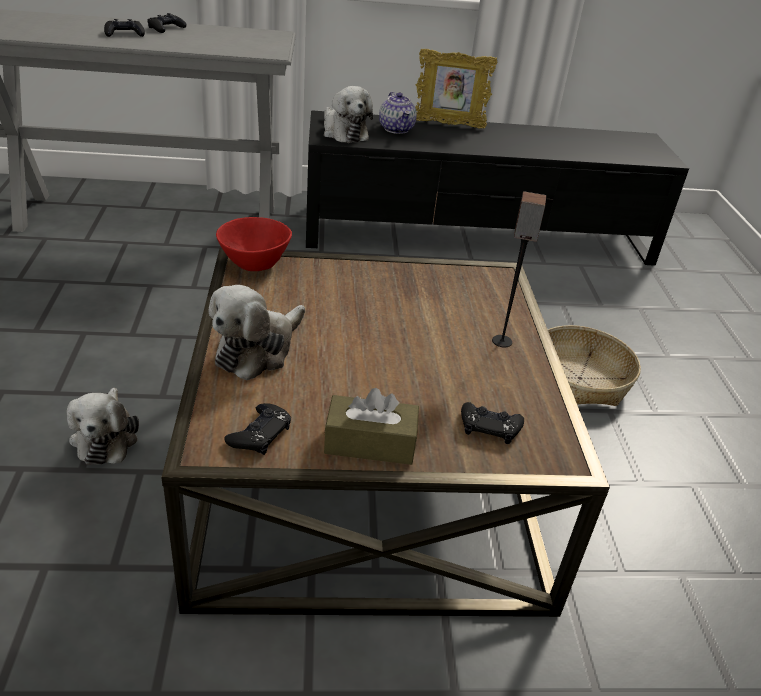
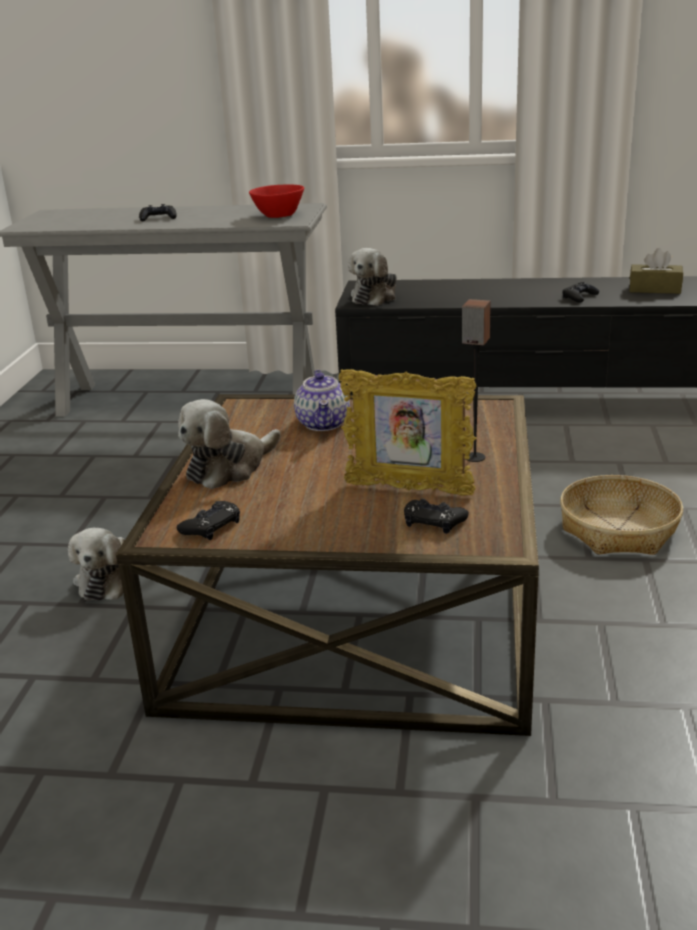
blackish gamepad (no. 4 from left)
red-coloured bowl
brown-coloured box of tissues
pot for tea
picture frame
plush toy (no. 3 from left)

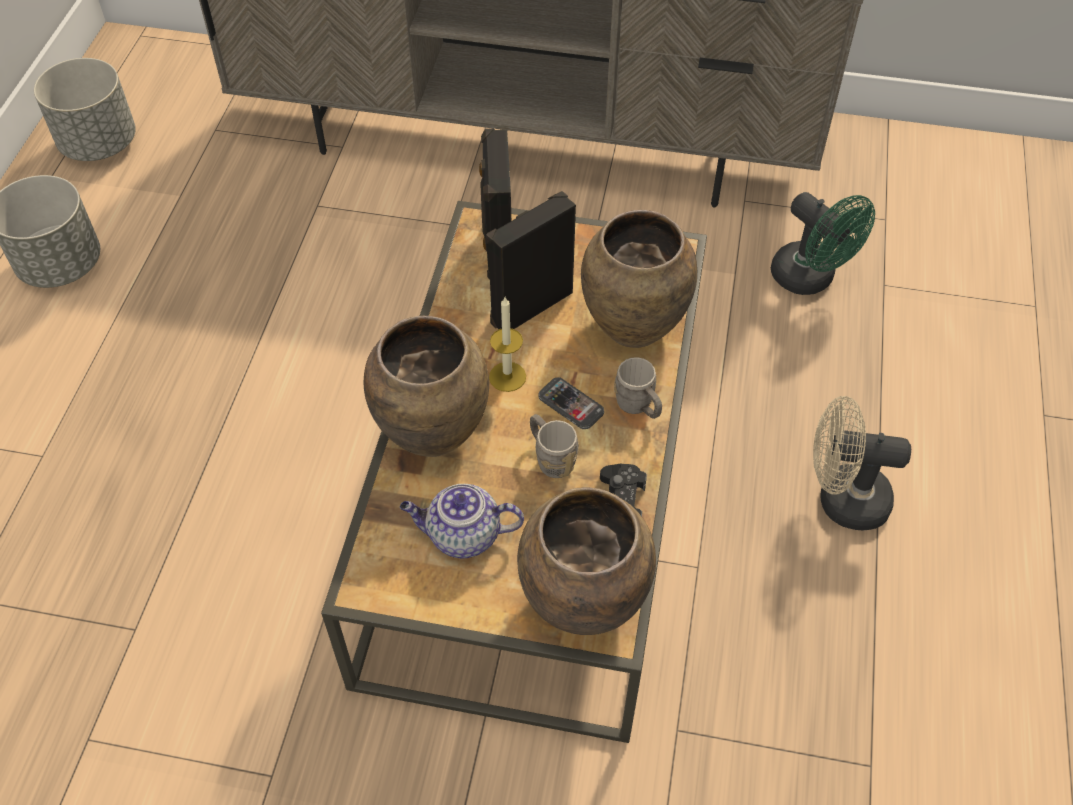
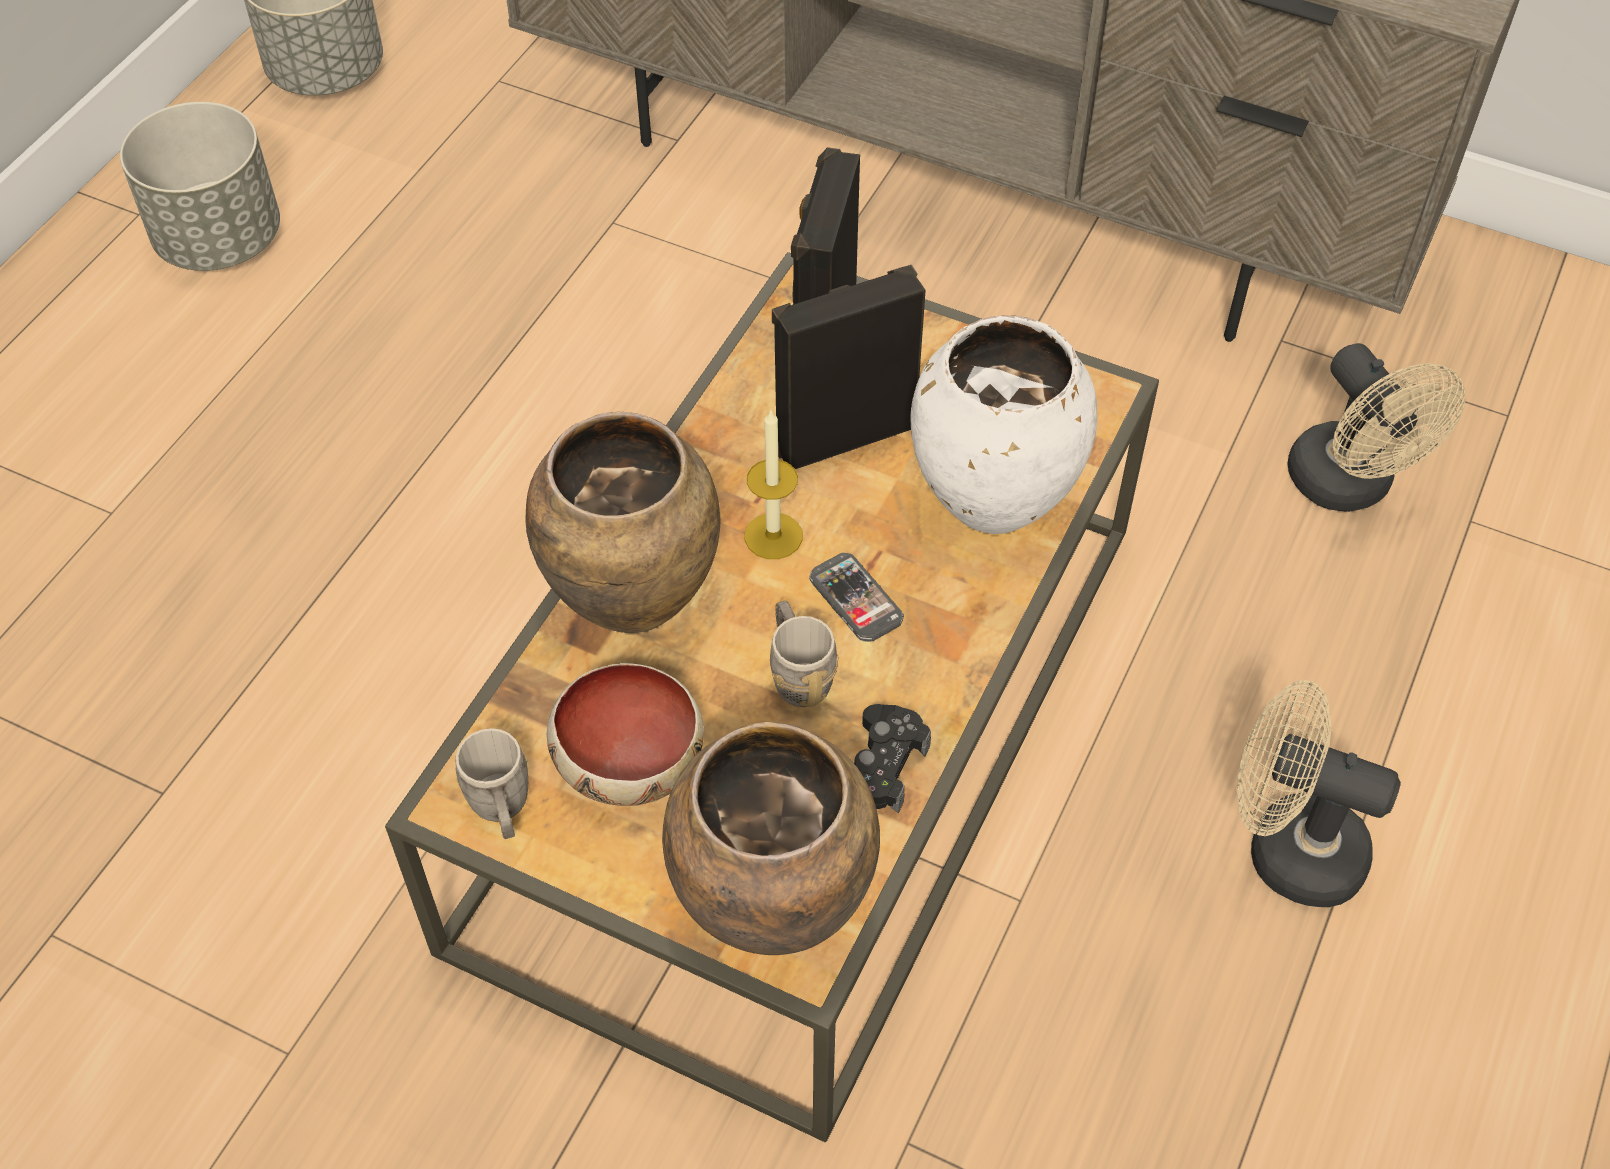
grey coffee mug (no. 1 from left)
bowl
whitish decorative vase
beige-coloured electric fan (no. 2 from left)

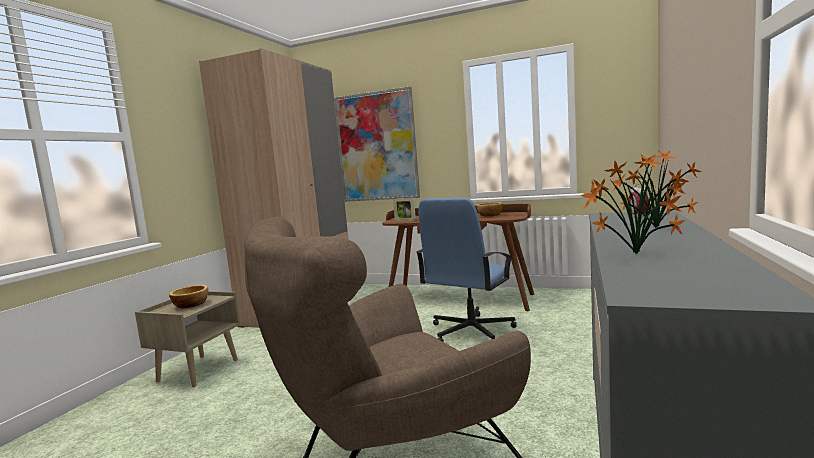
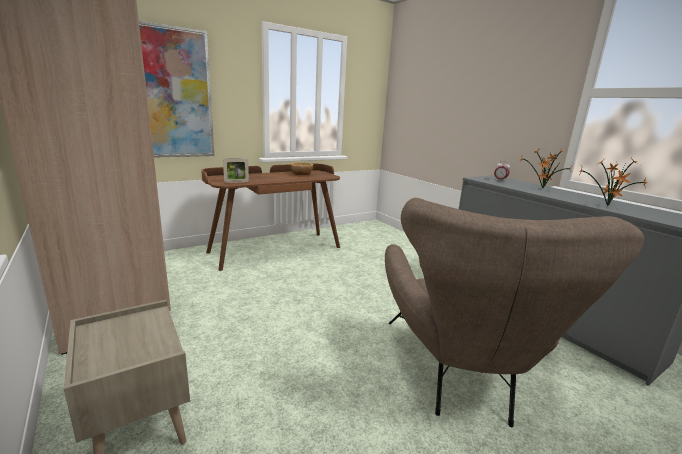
bowl (no. 1 from left in the first image)
bluish desk chair

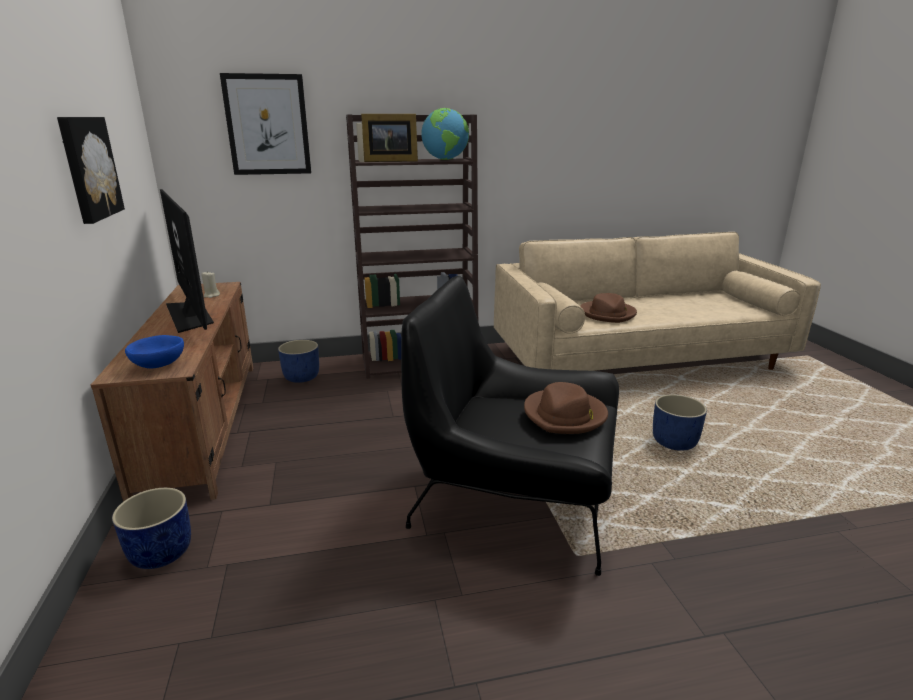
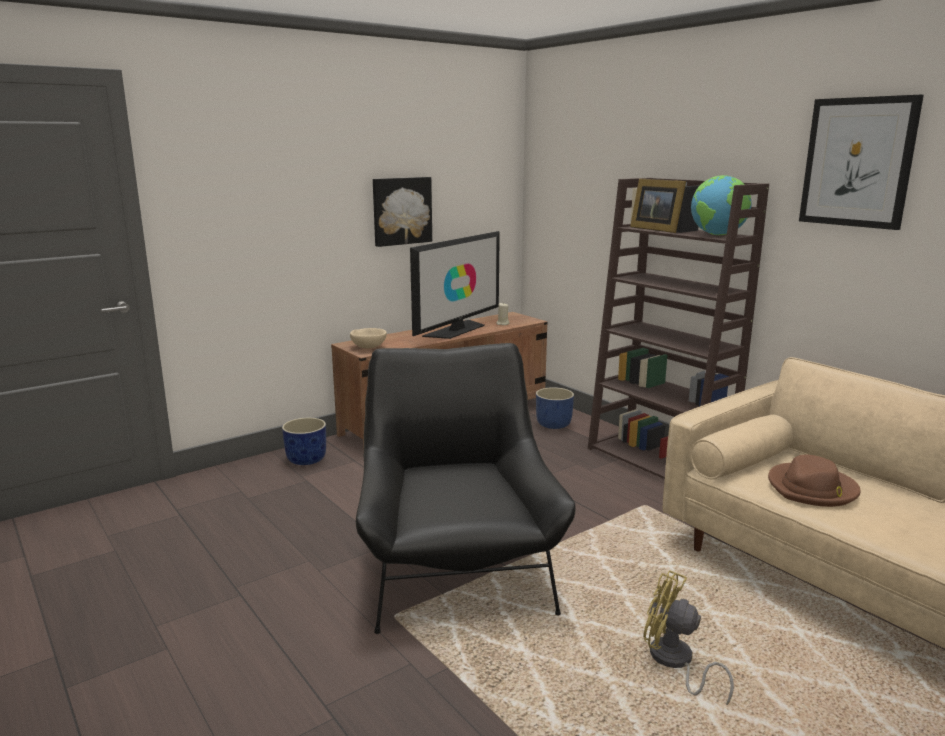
brown-coloured wearable hat (no. 1 from left in the first image)
wall picture (no. 2 from left)
yellow electric fan
beige-coloured bowl

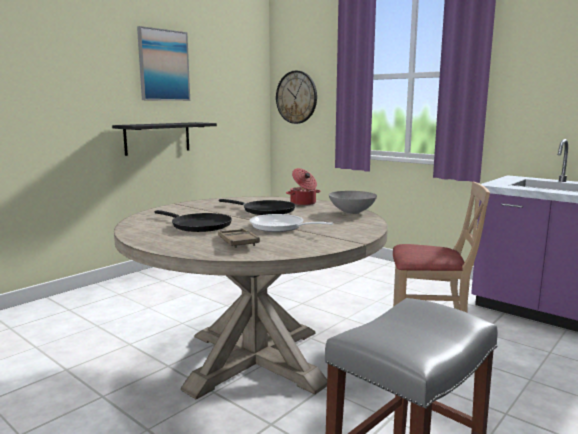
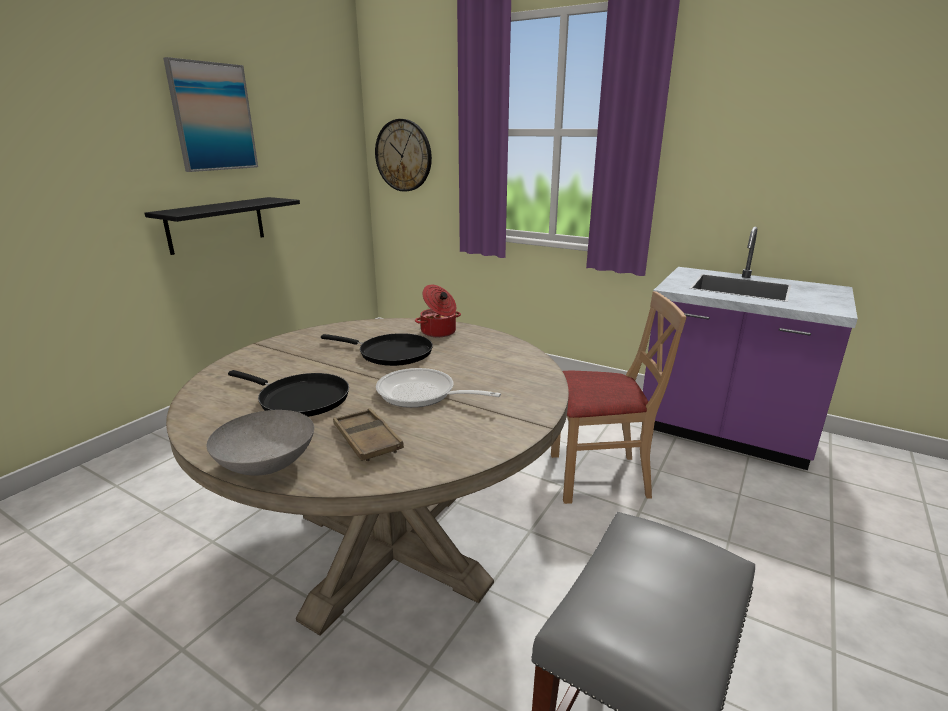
grey bowl

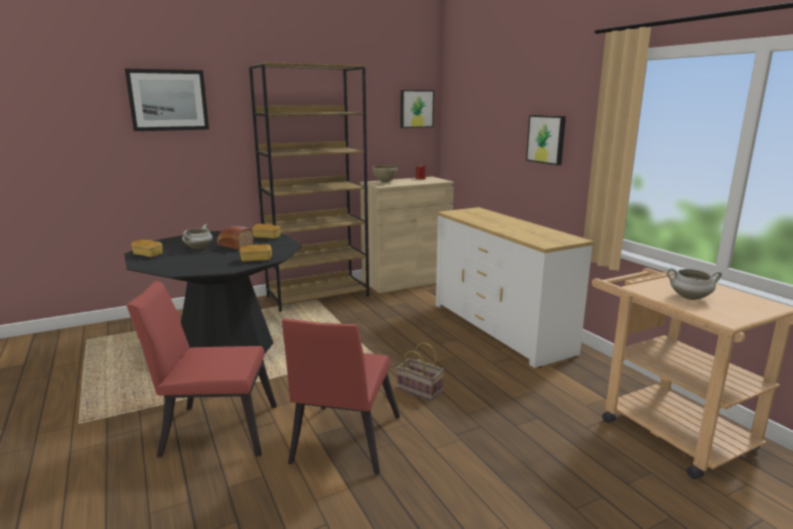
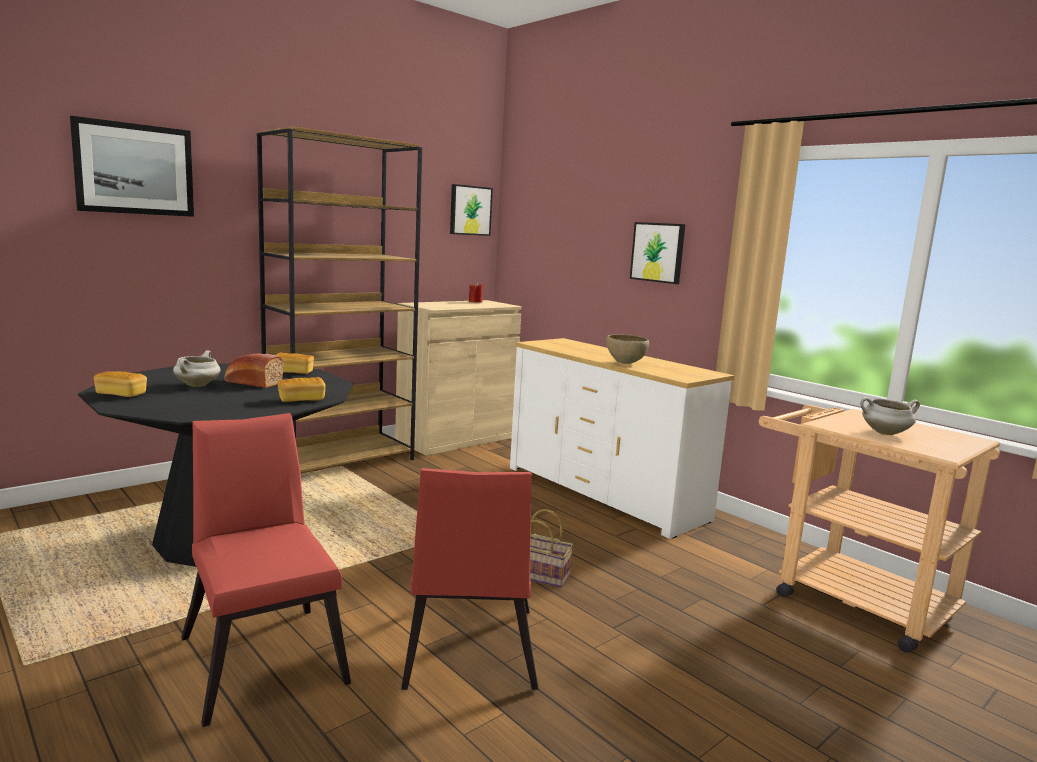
brown-coloured bowl
red-coloured chair (no. 1 from left)

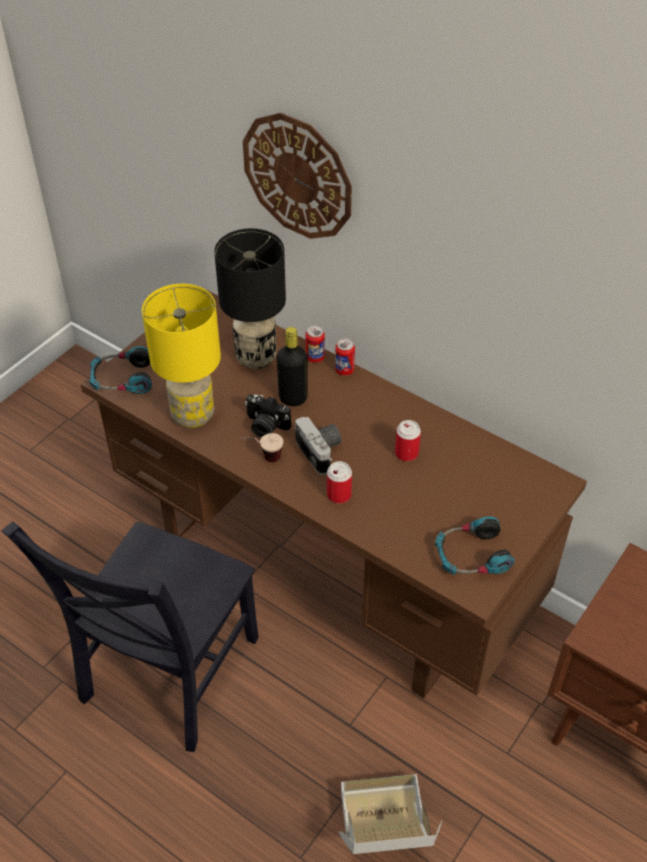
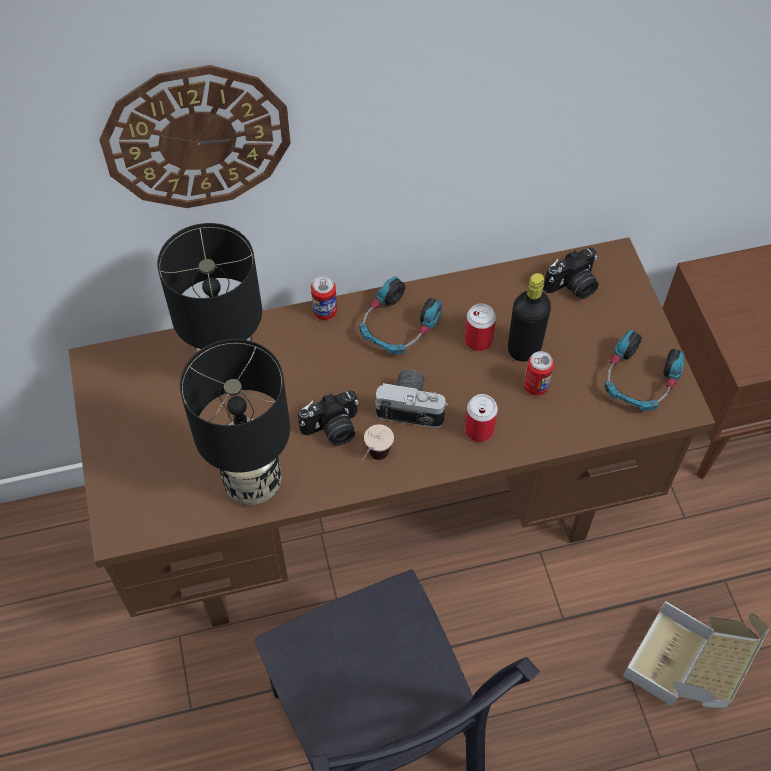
photo camera (no. 3 from left)
headphones (no. 1 from left)
blackish bottle
metal can (no. 4 from left)
blackish lamp for a table (no. 2 from left)

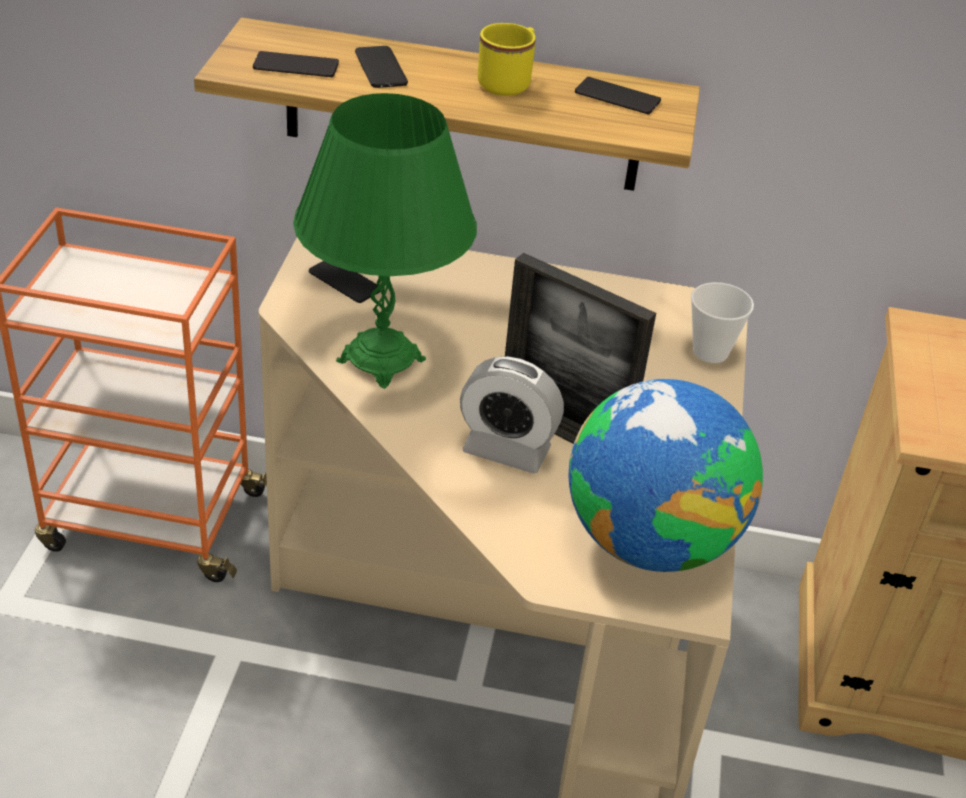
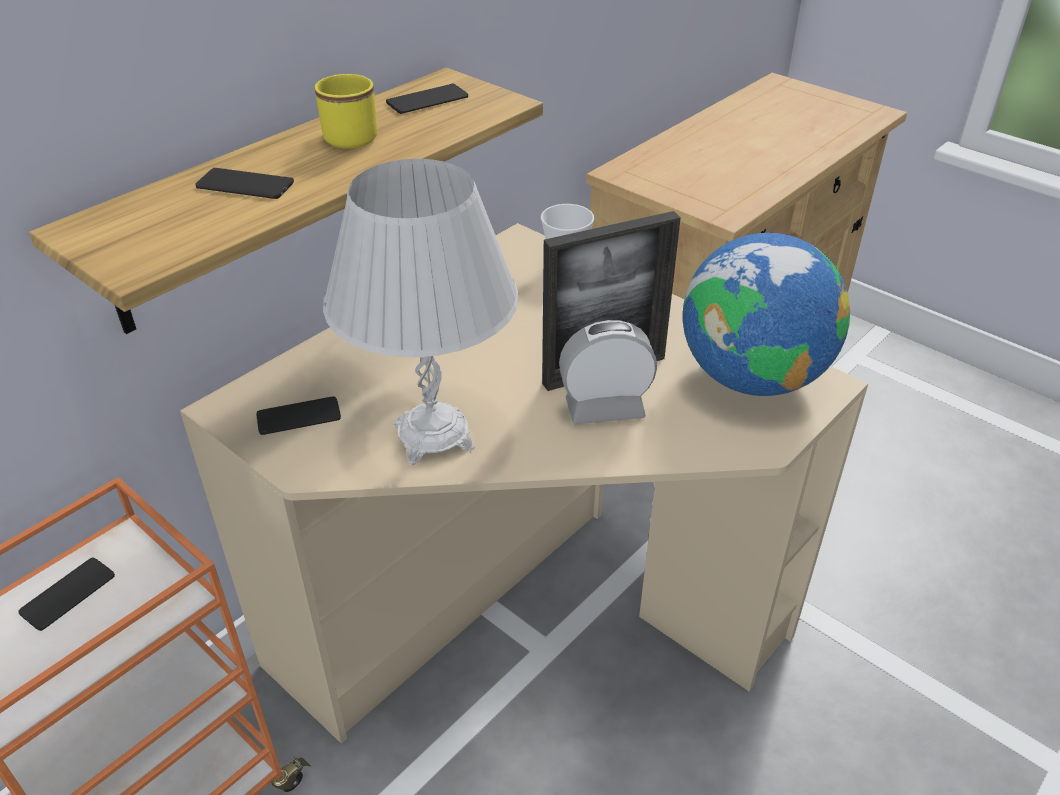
telephone (no. 1 from left)
whitish lamp for a table
bedside clock

